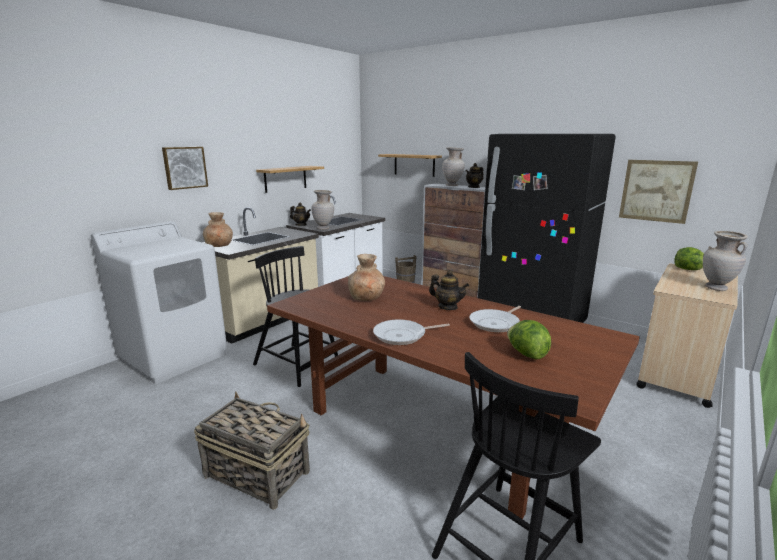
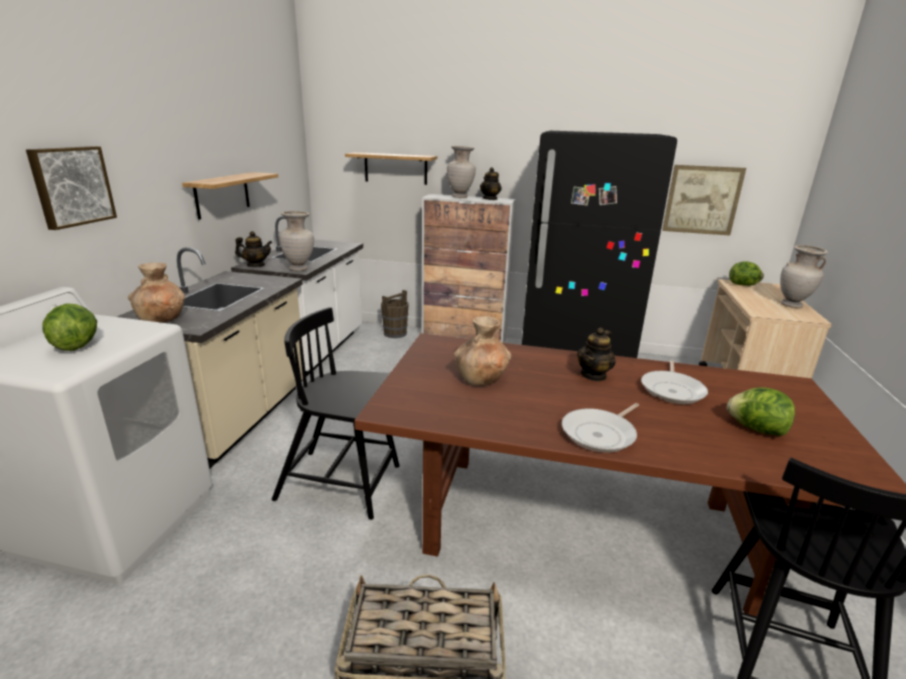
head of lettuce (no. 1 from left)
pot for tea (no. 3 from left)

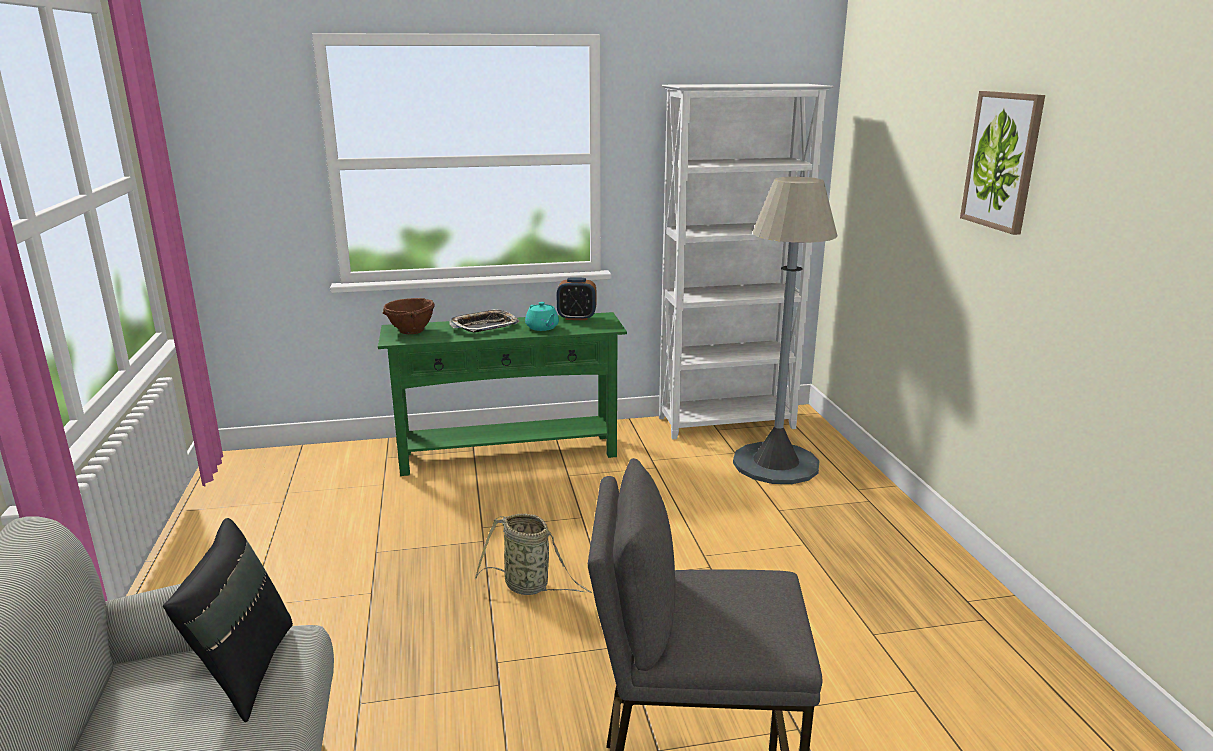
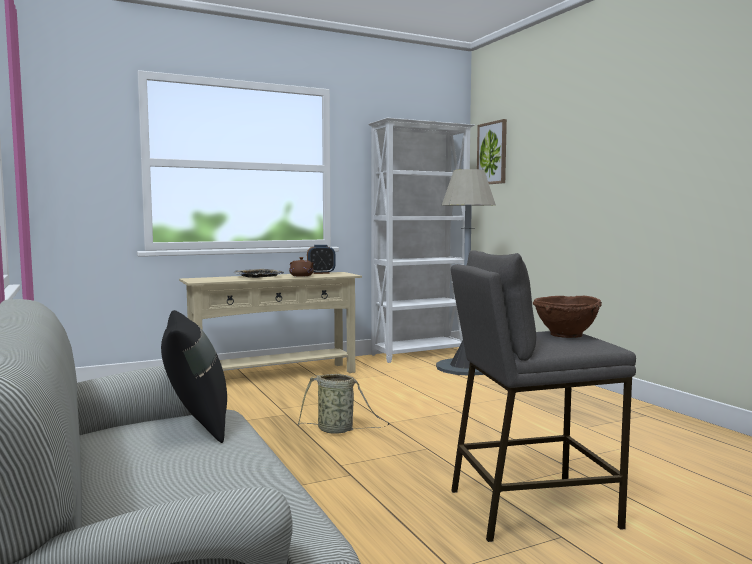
brown-coloured bowl
wall picture
beige-coloured console table
brown-coloured pot for tea

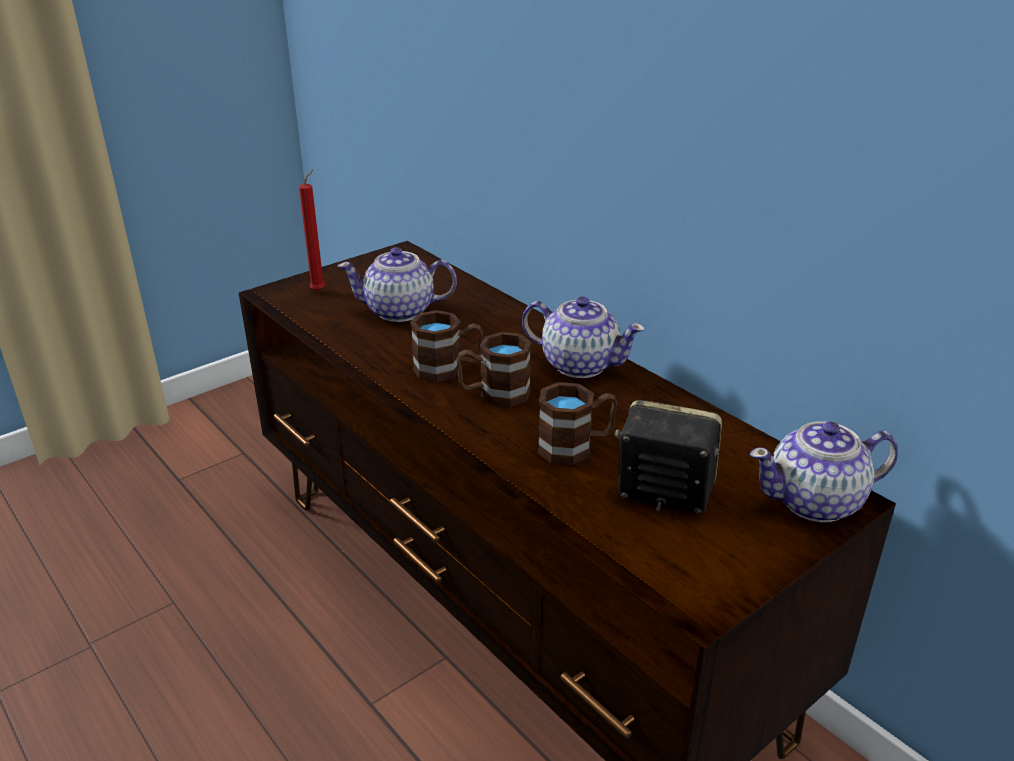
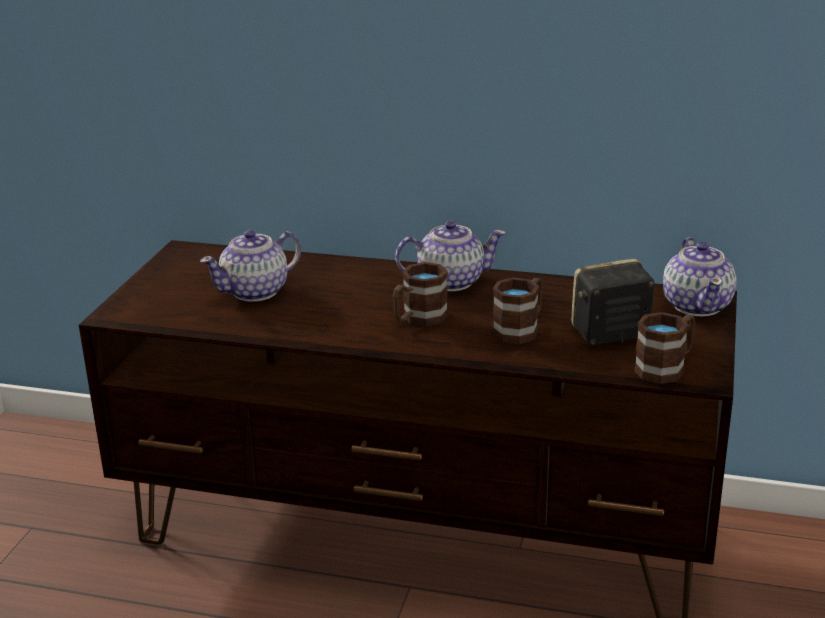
red-coloured candle
brown-coloured coffee mug (no. 3 from left)
pot for tea (no. 3 from left)

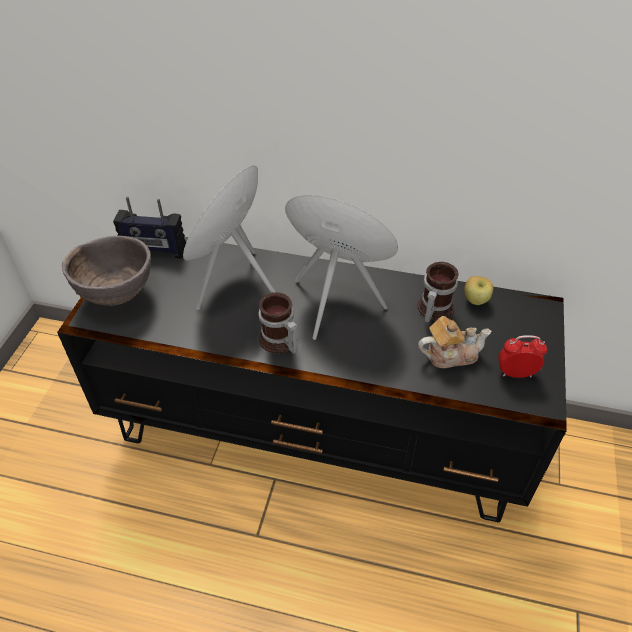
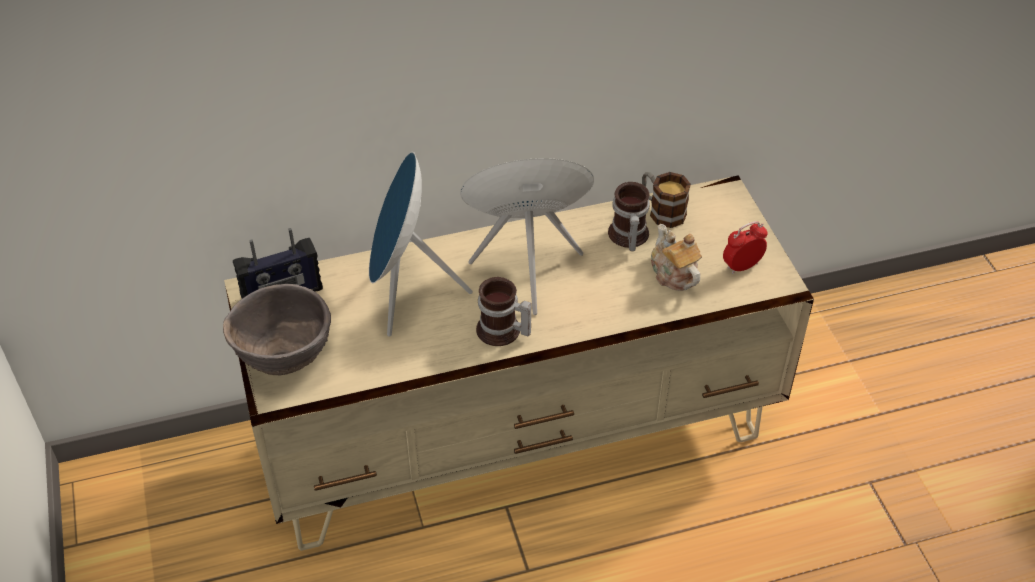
coffee mug (no. 3 from left)
beige-coloured media console
pot for tea

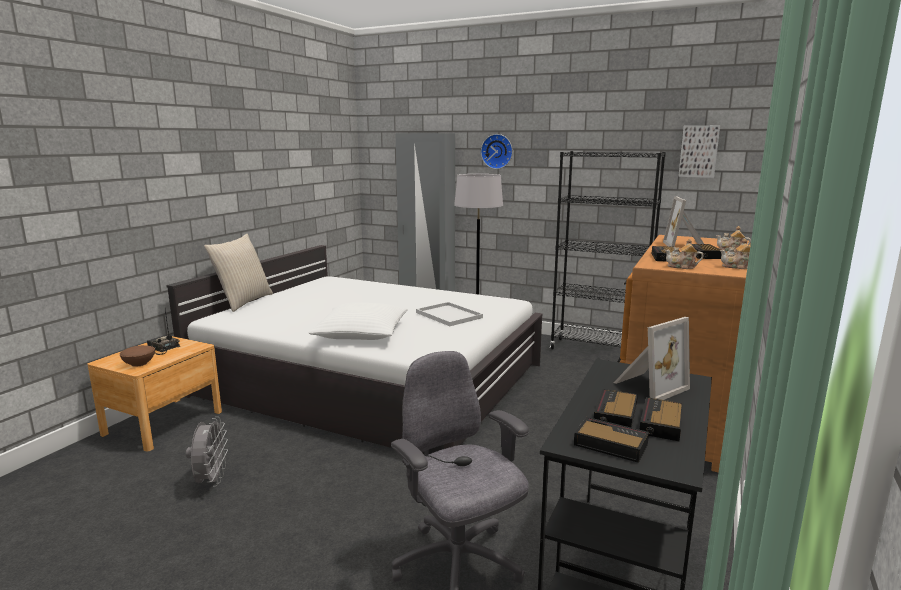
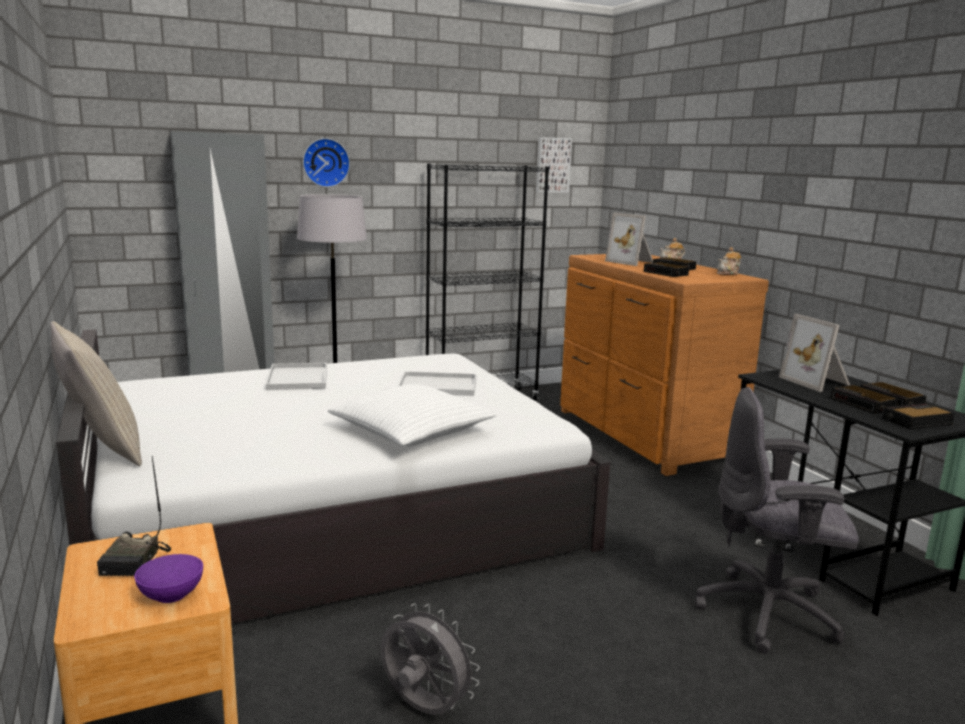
pot for tea (no. 1 from left in the first image)
whitish serving tray (no. 1 from left)
purple bowl
radio receiver
picture frame (no. 2 from left)

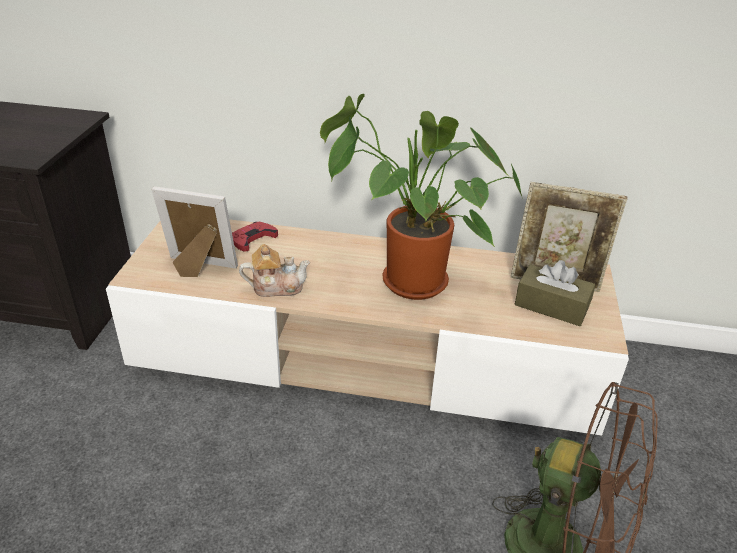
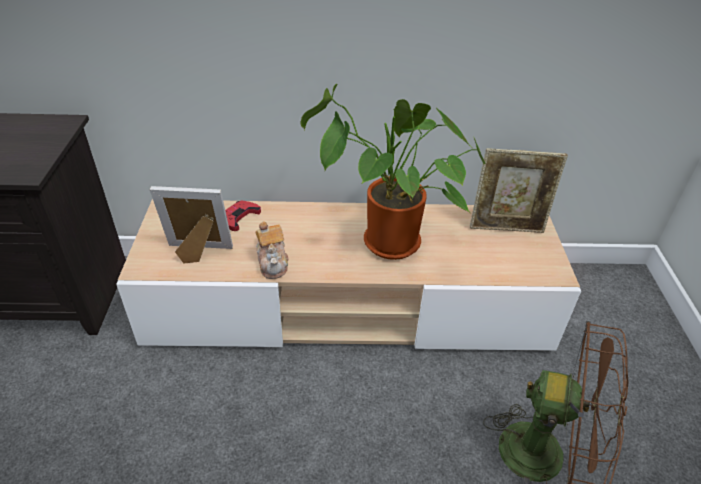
brown-coloured box of tissues
pot for tea

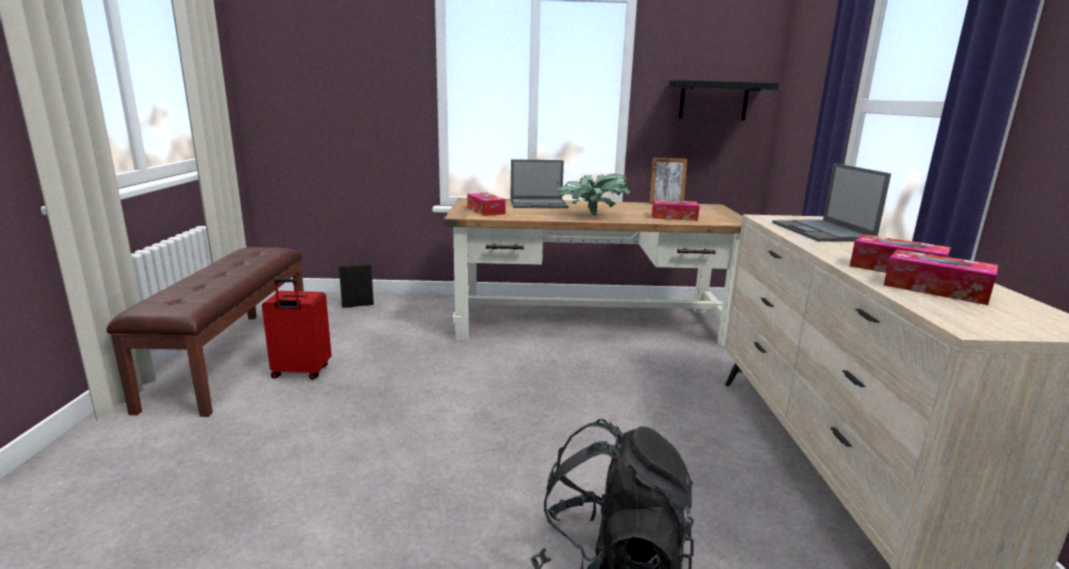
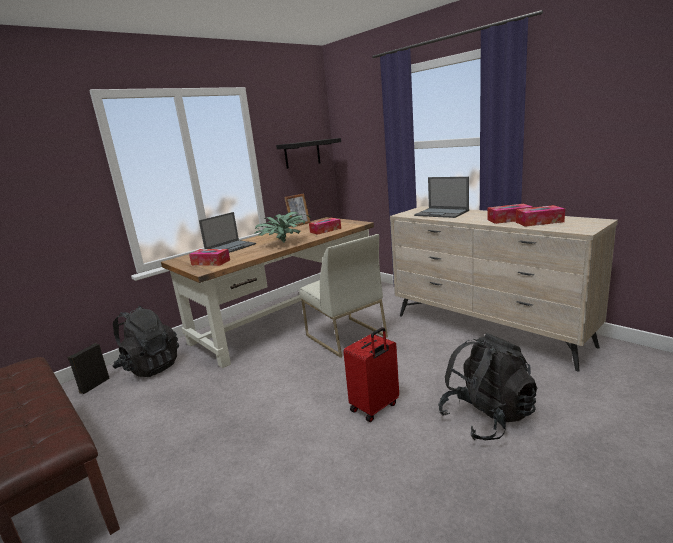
blackish knapsack (no. 1 from left)
whitish chair
red-coloured travel case

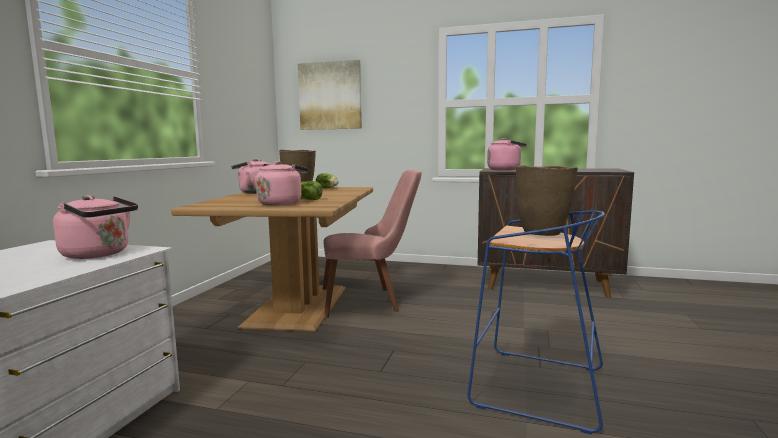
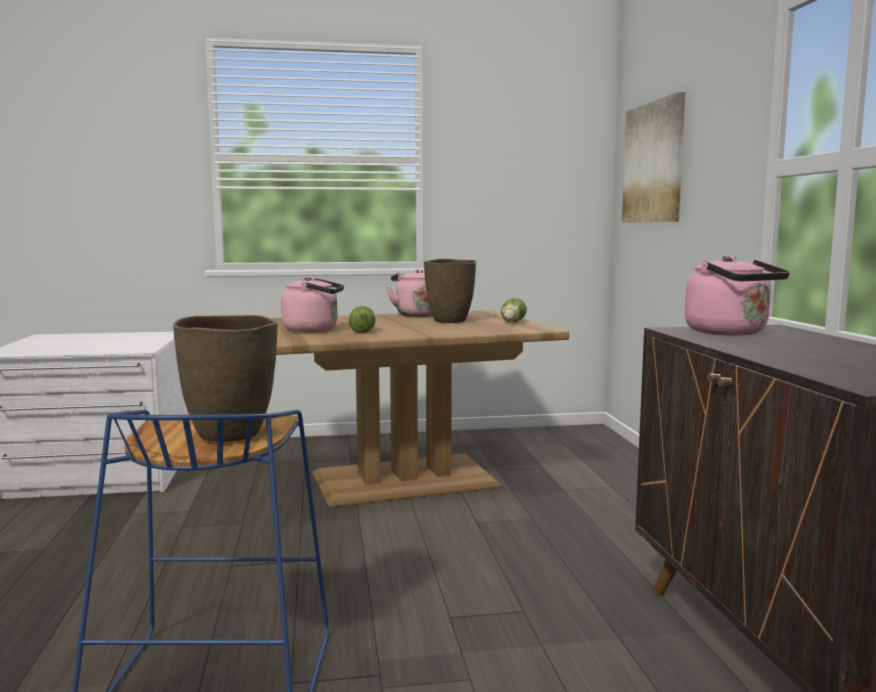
pinkish water kettle (no. 1 from left in the first image)
pinkish chair

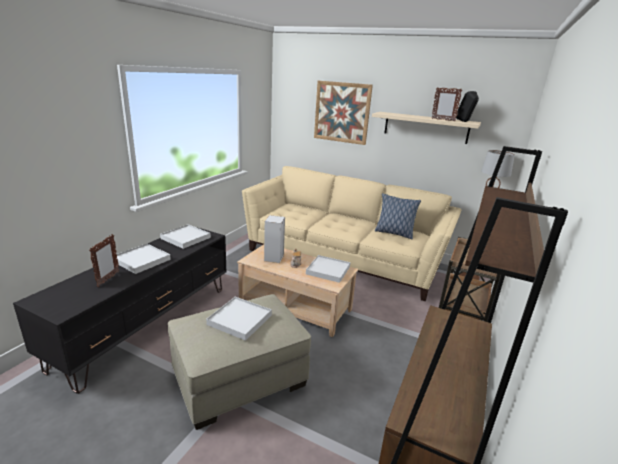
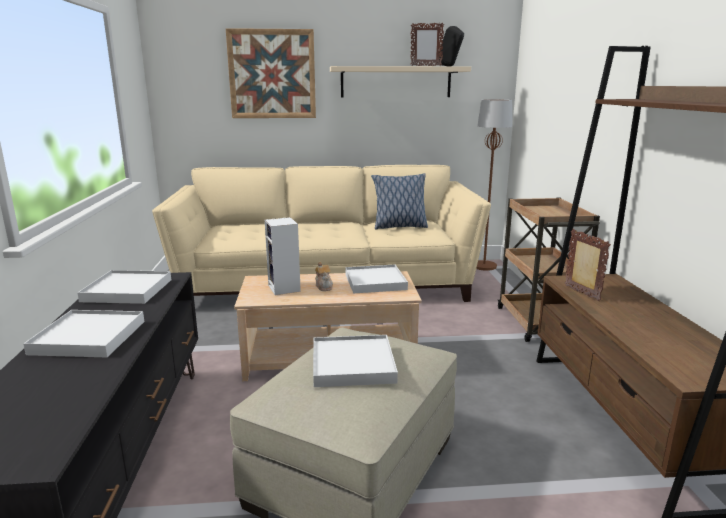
picture frame (no. 2 from left)

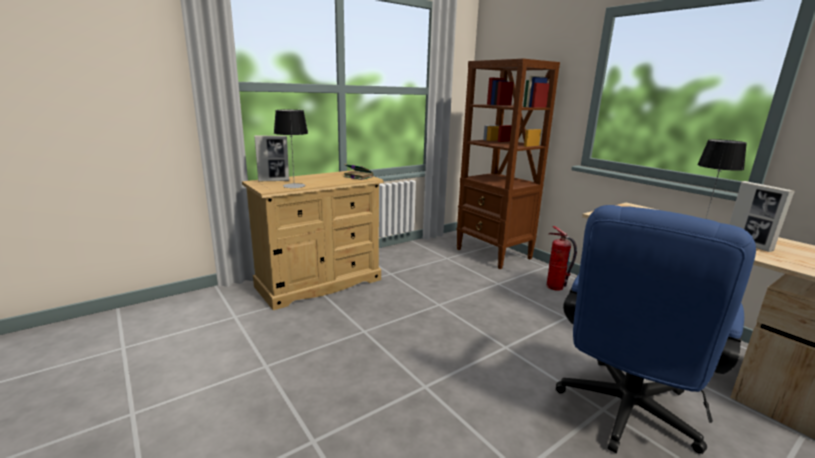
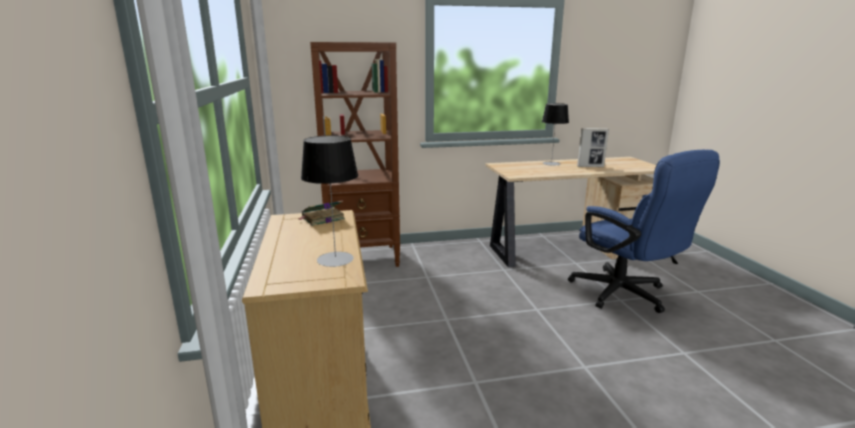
picture frame (no. 1 from left in the first image)
extinguisher

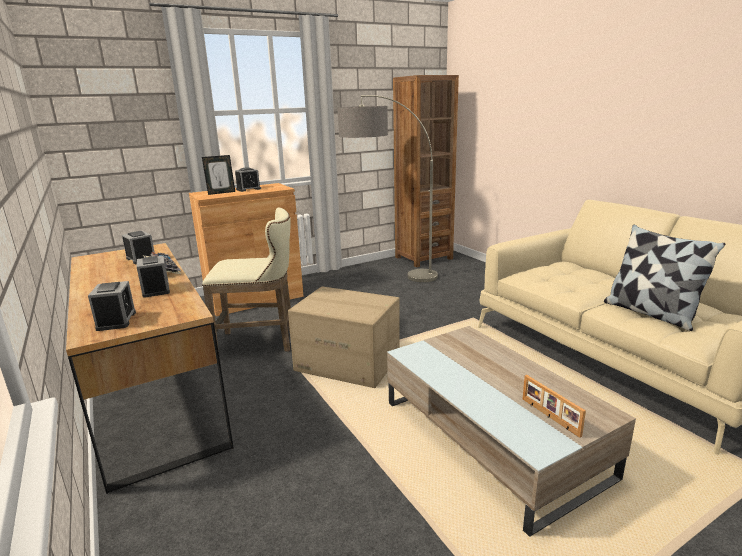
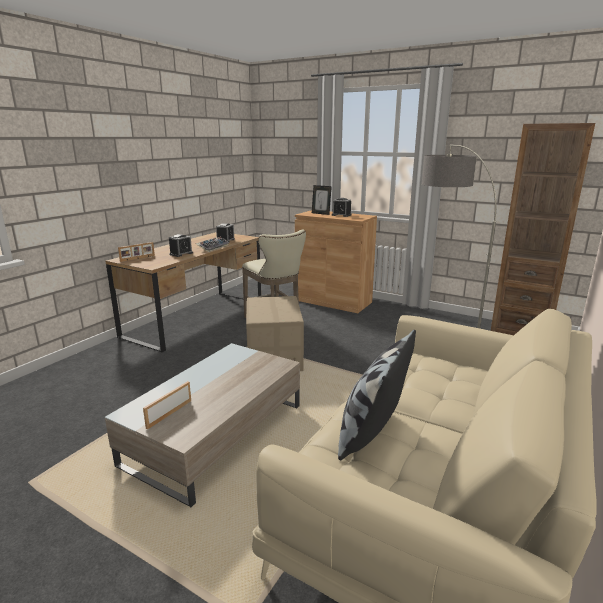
picture frame (no. 1 from left)

